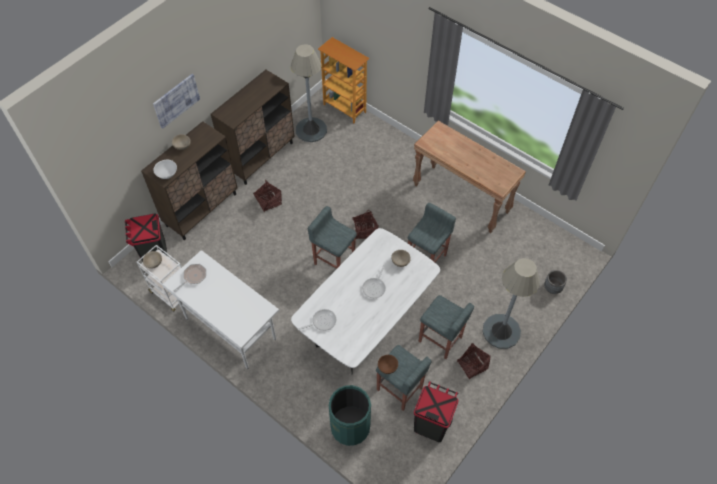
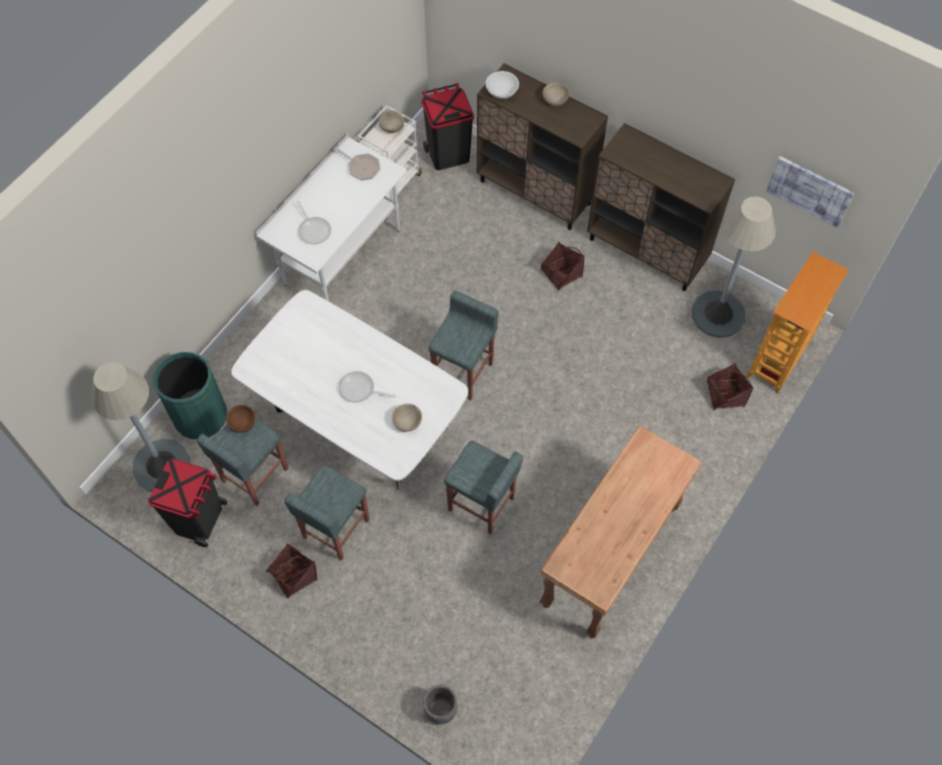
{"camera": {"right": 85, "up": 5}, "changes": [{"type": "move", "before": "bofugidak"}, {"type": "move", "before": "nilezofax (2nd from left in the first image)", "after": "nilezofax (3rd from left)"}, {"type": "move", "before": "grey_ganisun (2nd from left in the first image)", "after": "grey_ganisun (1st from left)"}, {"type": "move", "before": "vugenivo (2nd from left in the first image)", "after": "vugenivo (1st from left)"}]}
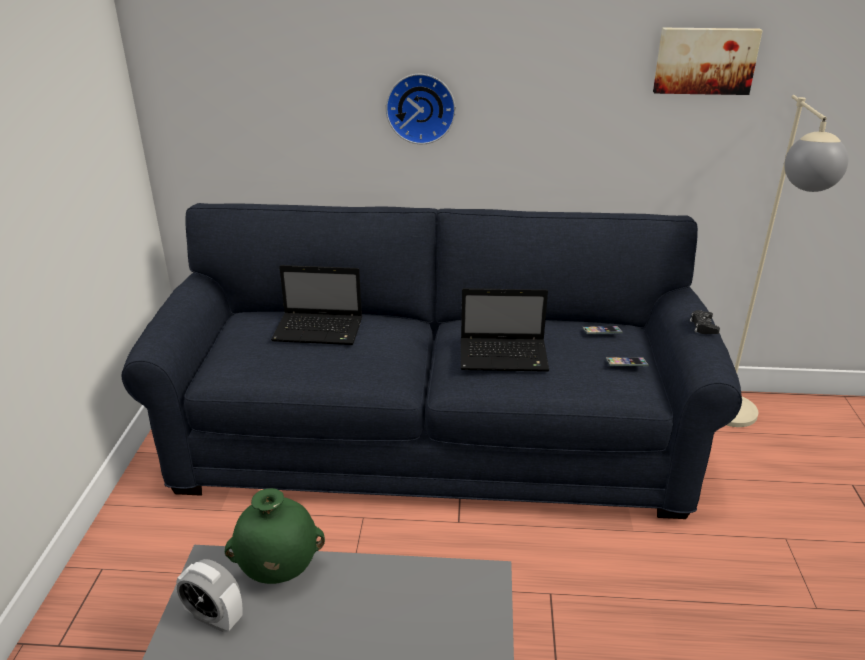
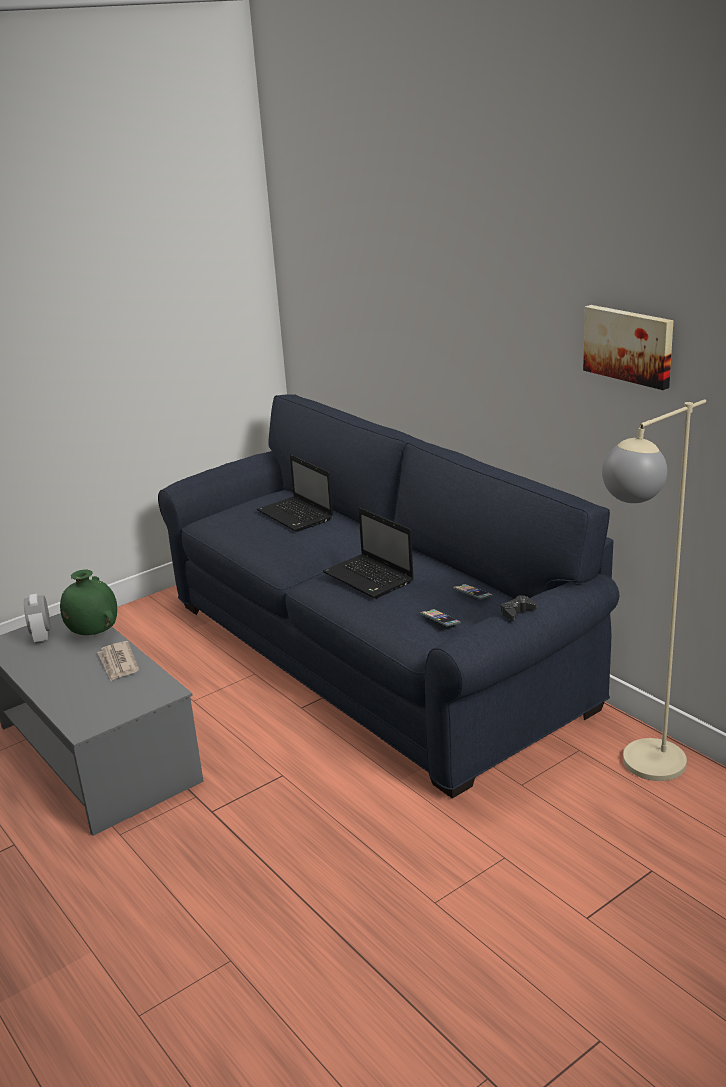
{"camera": {"right": 50, "up": -5}, "changes": [{"type": "delete", "before": "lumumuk"}, {"type": "insert", "after": "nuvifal"}]}
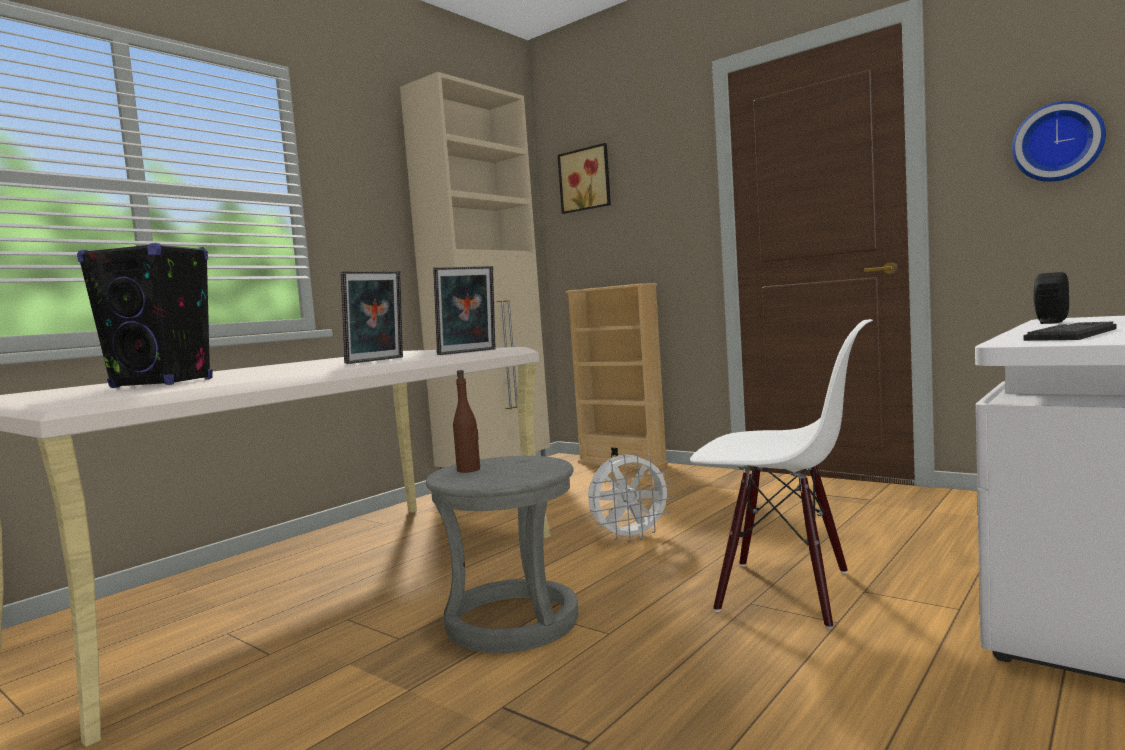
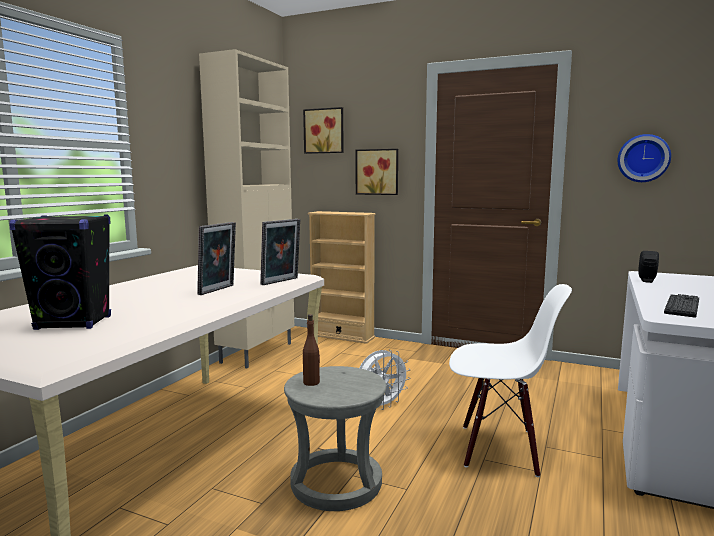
{"camera": {"right": -15, "up": 5}, "changes": [{"type": "insert", "after": "bofugidak (2nd from left)"}]}
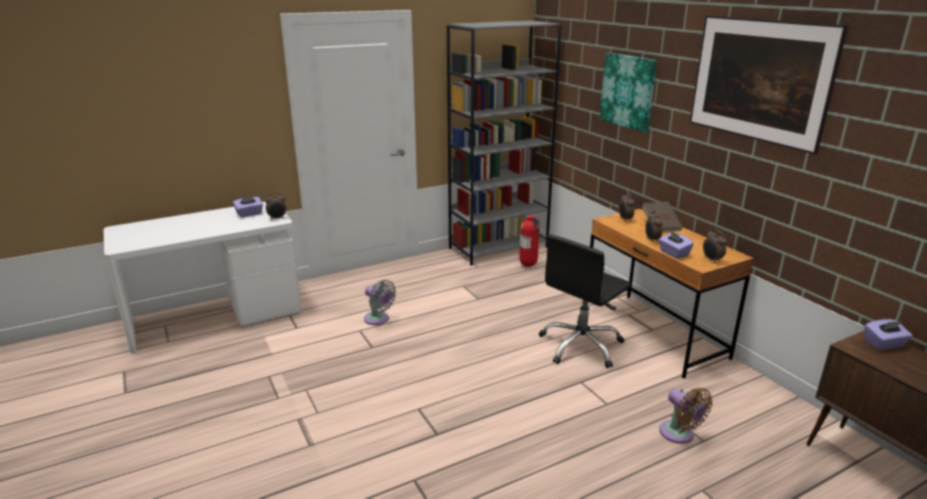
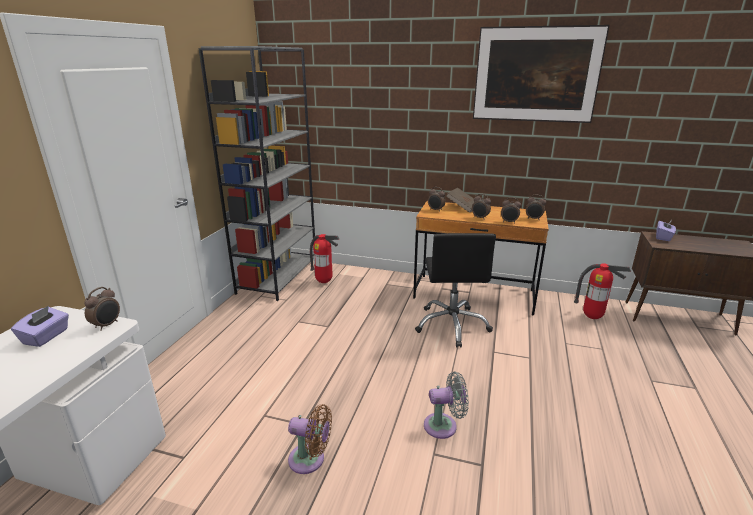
{"camera": {"right": -45, "up": 0}, "changes": [{"type": "delete", "before": "bofugidak (1st from left)"}, {"type": "replace", "before": "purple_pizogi (2nd from left)", "after": "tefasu (4th from left)"}, {"type": "move", "before": "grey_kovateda"}, {"type": "move", "before": "brown_kovateda"}, {"type": "insert", "after": "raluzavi (2nd from left)"}]}
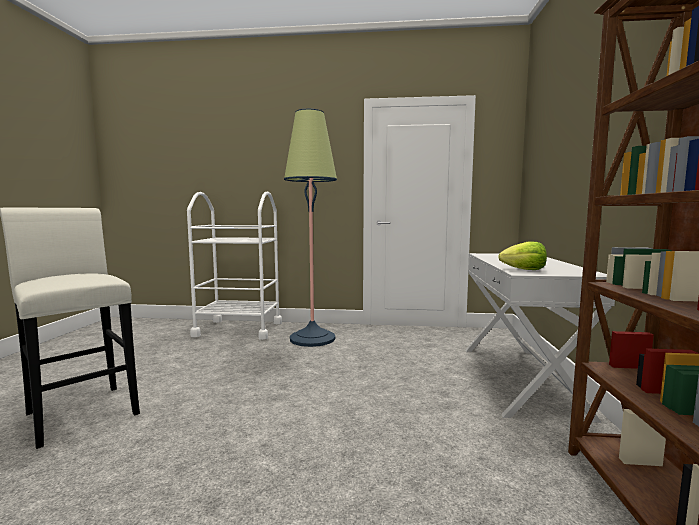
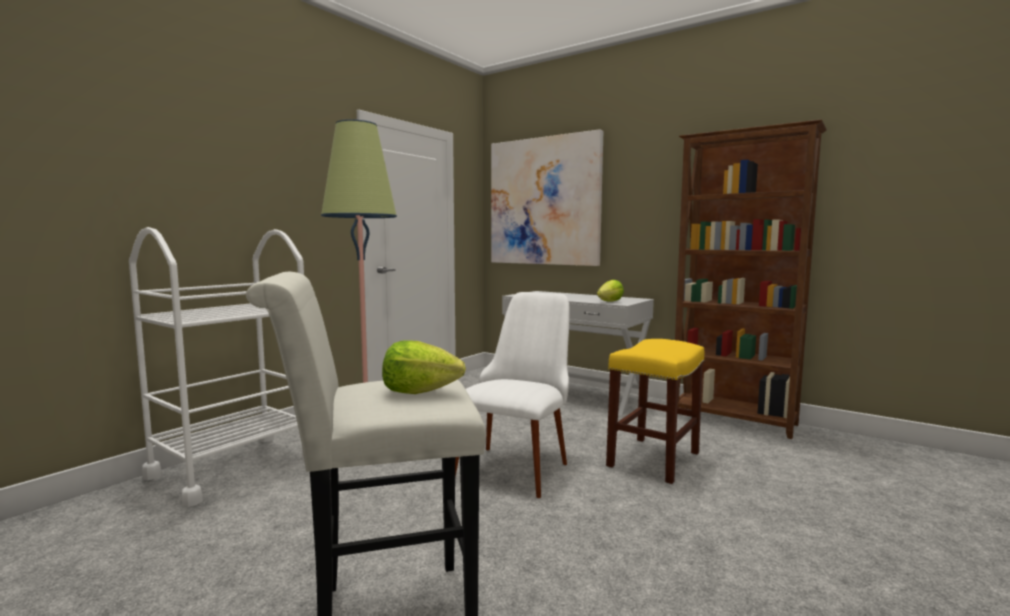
{"camera": {"right": -60, "up": 0}, "changes": [{"type": "insert", "after": "bofugidak"}, {"type": "insert", "after": "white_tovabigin"}, {"type": "insert", "after": "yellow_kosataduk"}, {"type": "insert", "after": "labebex (1st from left)"}]}
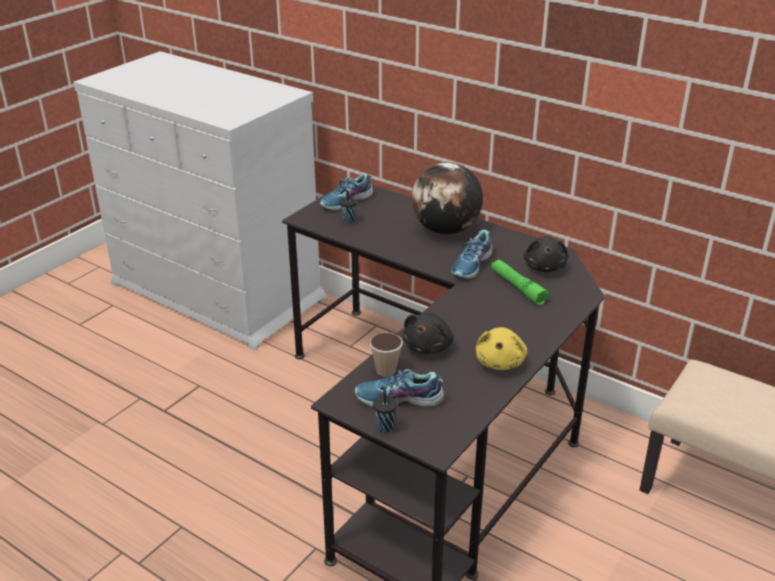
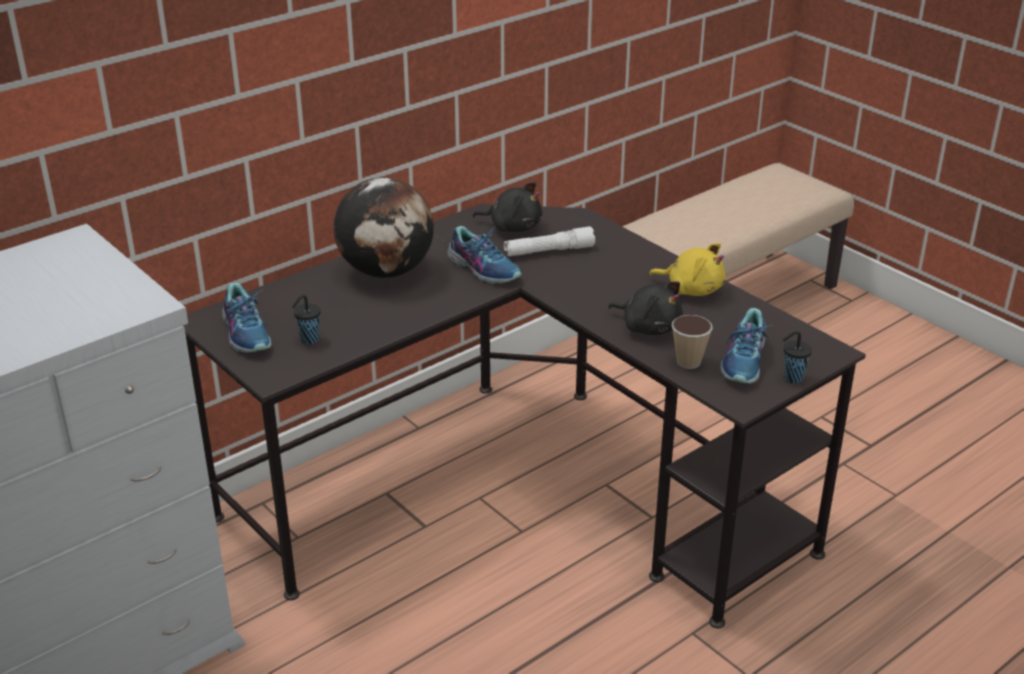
{"camera": {"right": -75, "up": 0}, "changes": [{"type": "recolor", "before": "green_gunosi", "after": "white_gunosi"}]}
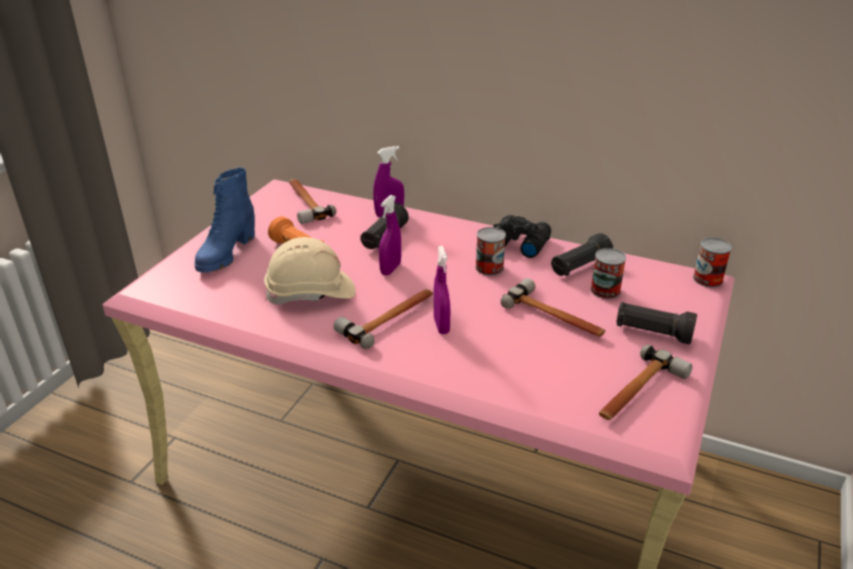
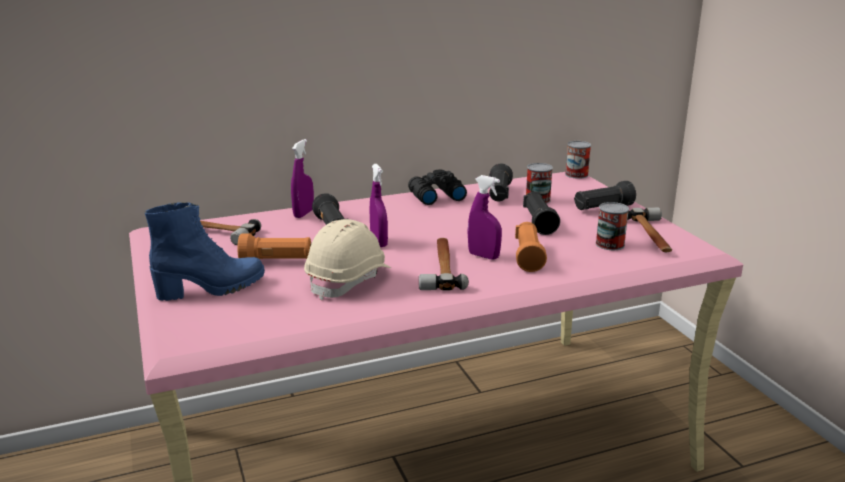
{"camera": {"right": -45, "up": -10}, "changes": [{"type": "rotate", "before": "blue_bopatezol", "turn": -90}, {"type": "move", "before": "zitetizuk (1st from left in the first image)", "after": "zitetizuk (3rd from left)"}, {"type": "replace", "before": "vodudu (3rd from left)", "after": "black_gunosi (3rd from left)"}, {"type": "insert", "after": "orange_gunosi (2nd from left)"}]}
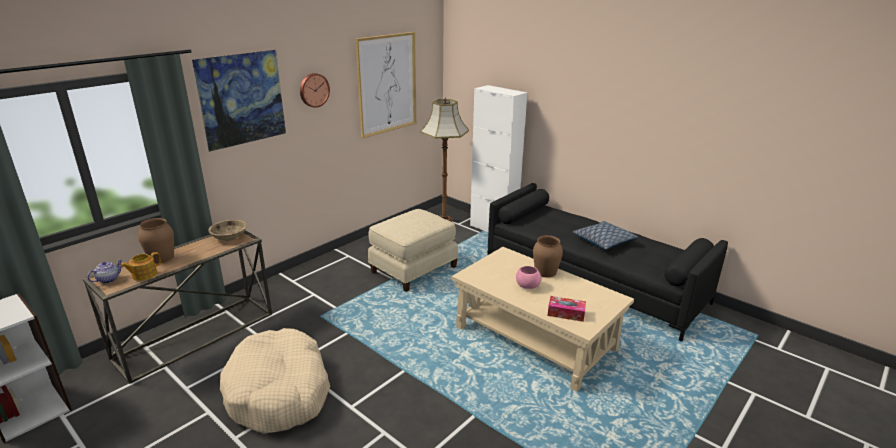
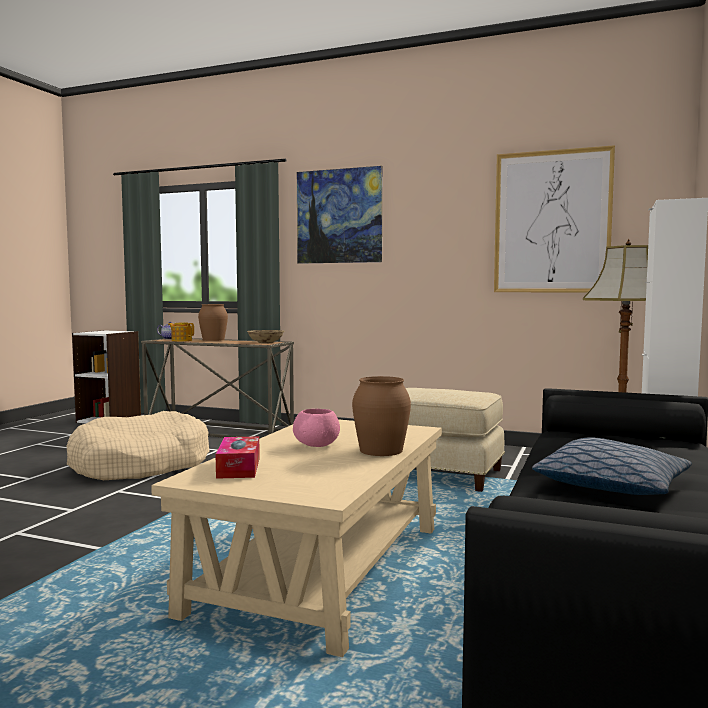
{"camera": {"right": 70, "up": -20}, "changes": [{"type": "delete", "before": "lumumuk"}]}
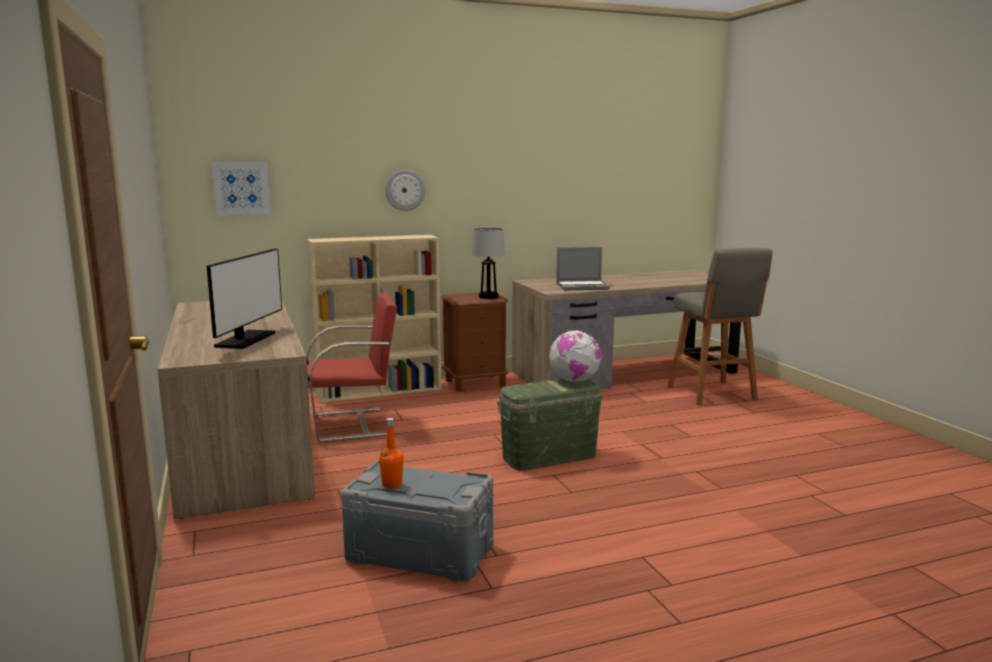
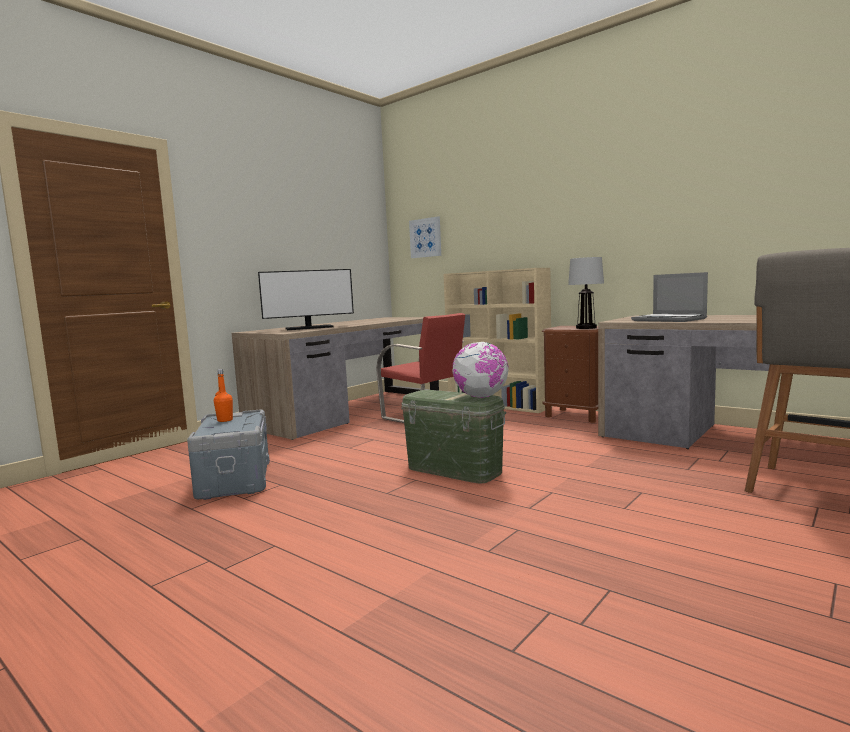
{"camera": {"right": 60, "up": -5}, "changes": [{"type": "delete", "before": "lumumuk"}]}
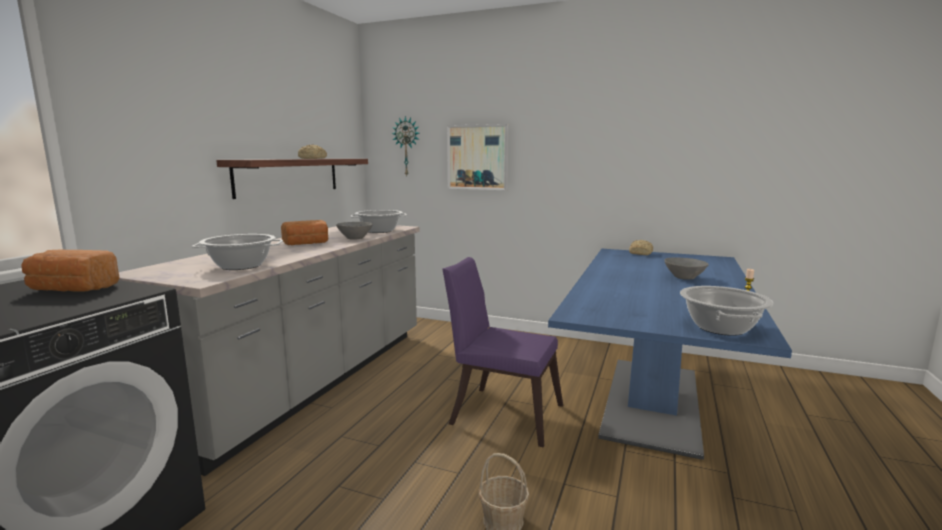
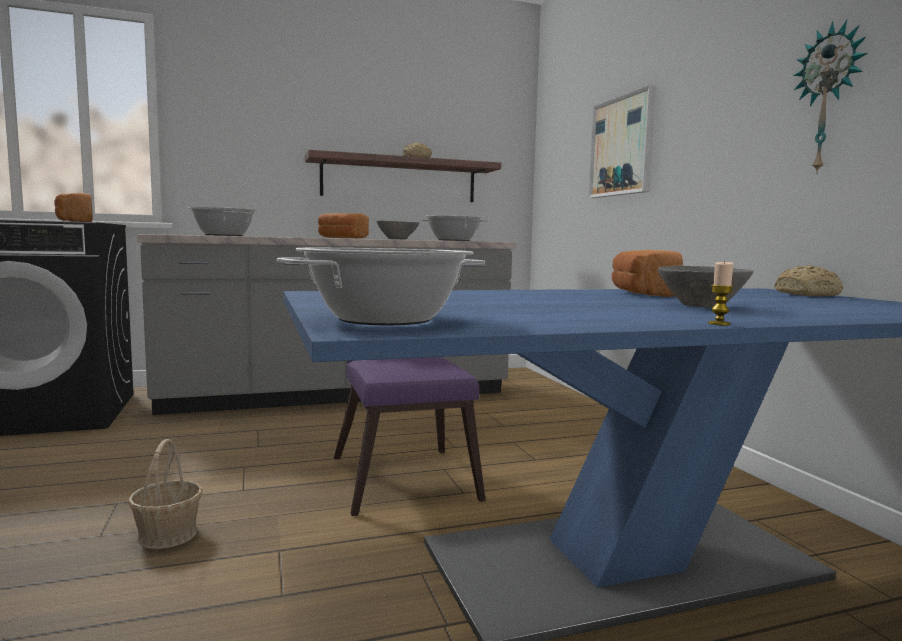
{"camera": {"right": 50, "up": -5}, "changes": [{"type": "move", "before": "lumumuk"}, {"type": "insert", "after": "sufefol (4th from left)"}]}
